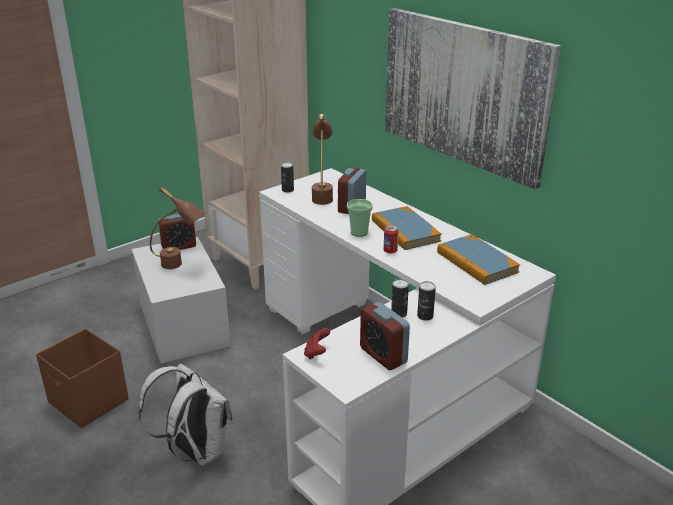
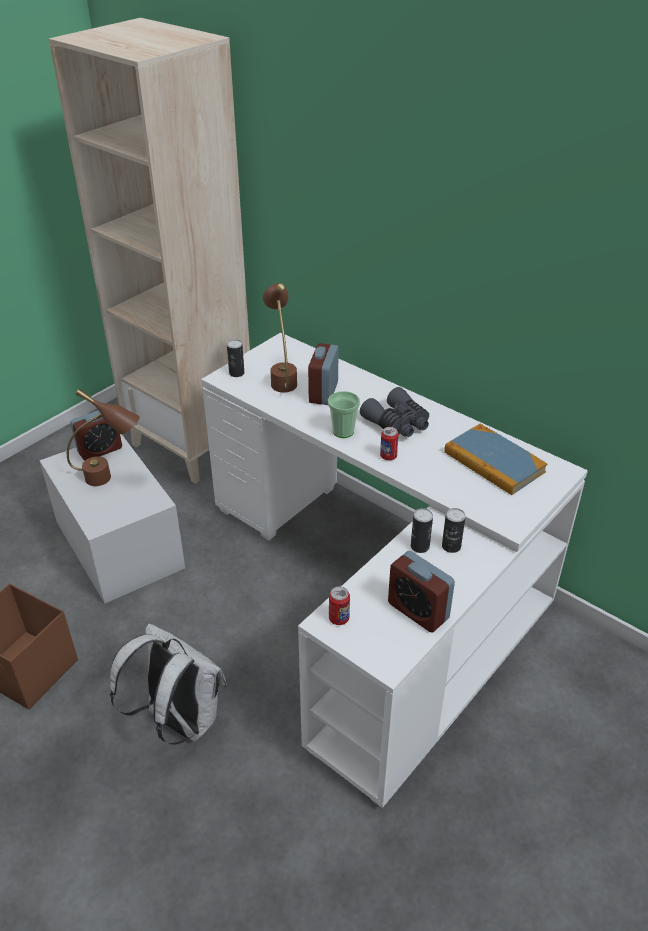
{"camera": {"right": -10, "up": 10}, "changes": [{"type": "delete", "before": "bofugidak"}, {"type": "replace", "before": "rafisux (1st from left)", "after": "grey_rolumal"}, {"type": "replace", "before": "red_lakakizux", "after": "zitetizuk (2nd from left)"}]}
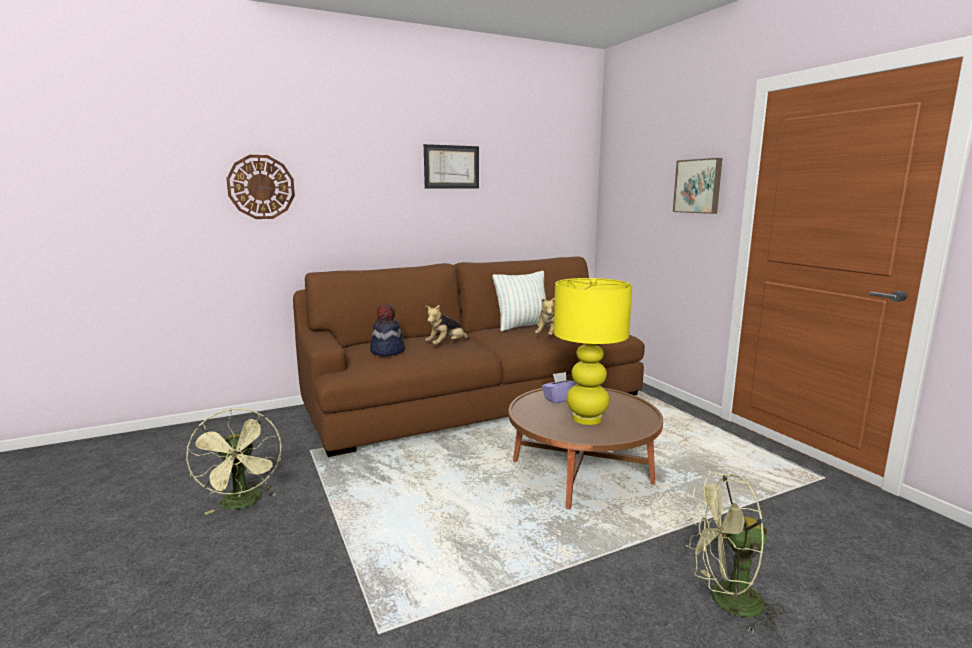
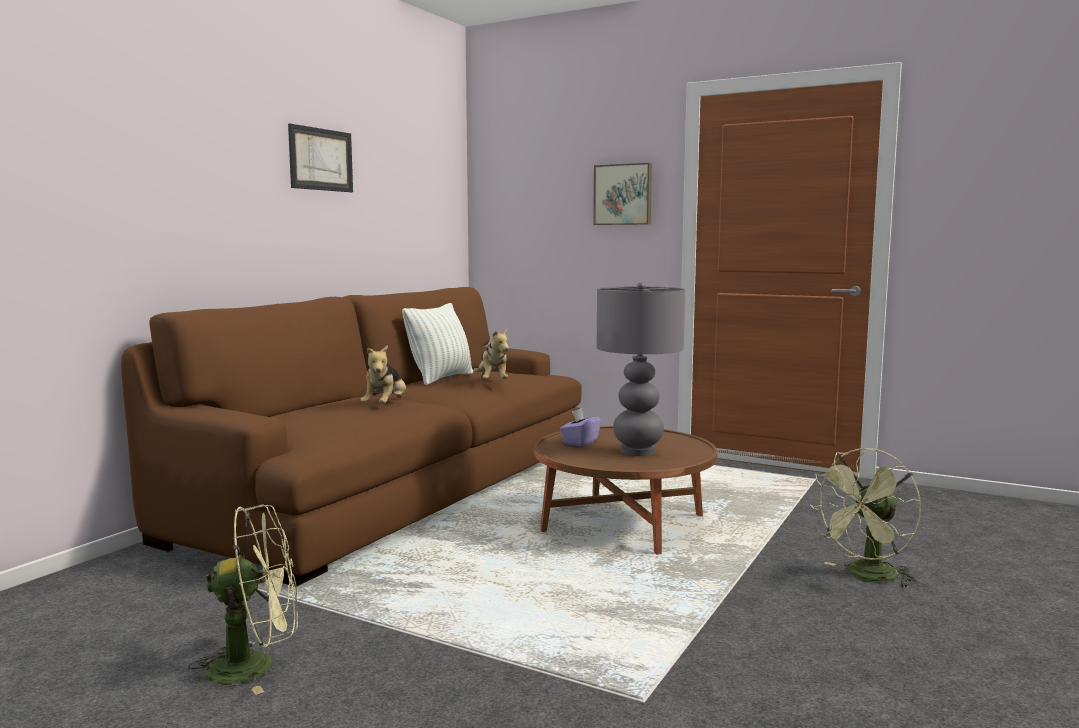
{"camera": {"right": -35, "up": -5}, "changes": [{"type": "delete", "before": "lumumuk"}, {"type": "recolor", "before": "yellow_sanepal", "after": "grey_sanepal"}, {"type": "delete", "before": "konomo"}, {"type": "rotate", "before": "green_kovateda (1st from left)", "turn": -45}]}
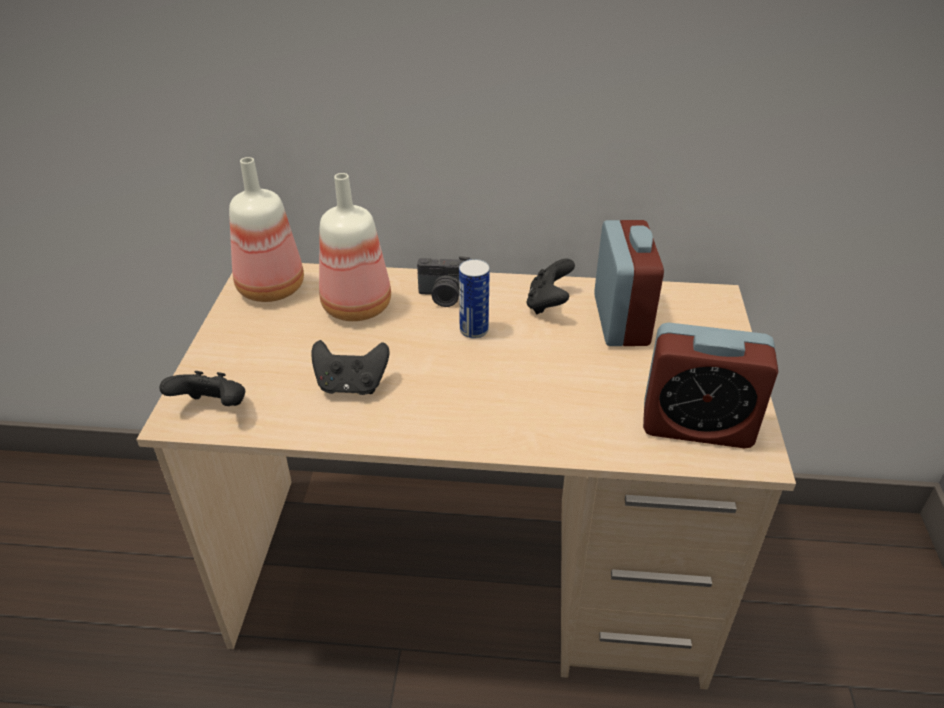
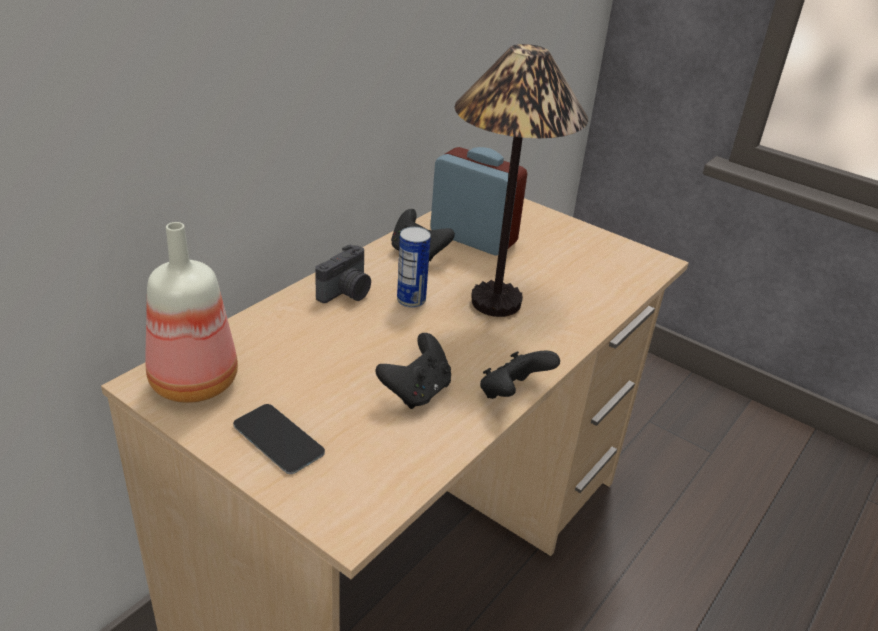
{"camera": {"right": -60, "up": -5}, "changes": [{"type": "delete", "before": "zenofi (2nd from left)"}, {"type": "delete", "before": "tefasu (2nd from left)"}, {"type": "move", "before": "black_lakakizux (1st from left in the first image)", "after": "black_lakakizux (3rd from left)"}, {"type": "insert", "after": "sanepal"}, {"type": "insert", "after": "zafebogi"}]}
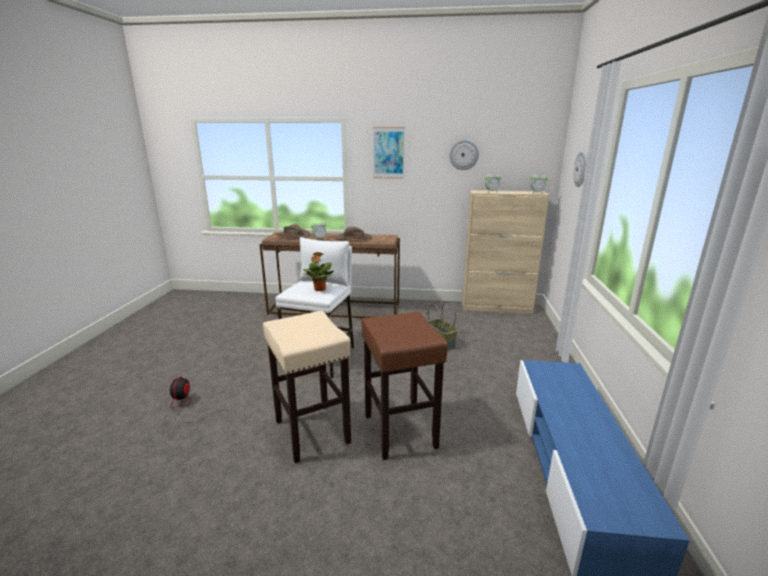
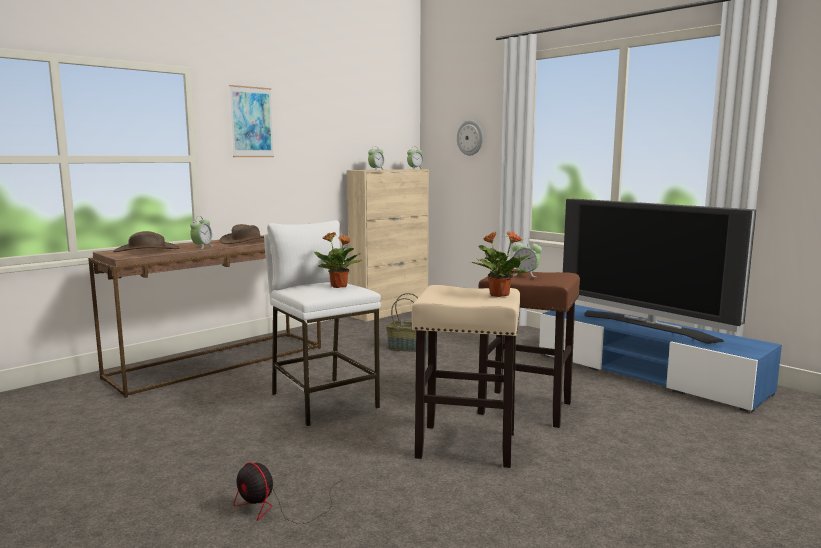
{"camera": {"right": -50, "up": -10}, "changes": [{"type": "delete", "before": "lumumuk (1st from left)"}, {"type": "insert", "after": "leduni"}, {"type": "insert", "after": "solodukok (2nd from left)"}, {"type": "insert", "after": "tefasu (4th from left)"}]}
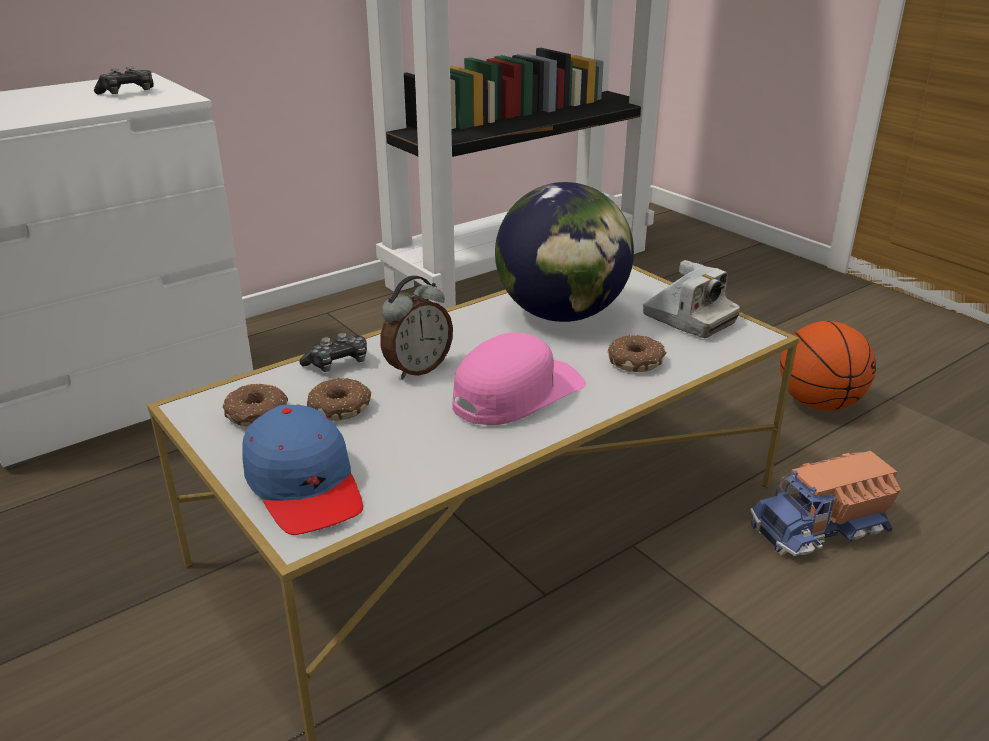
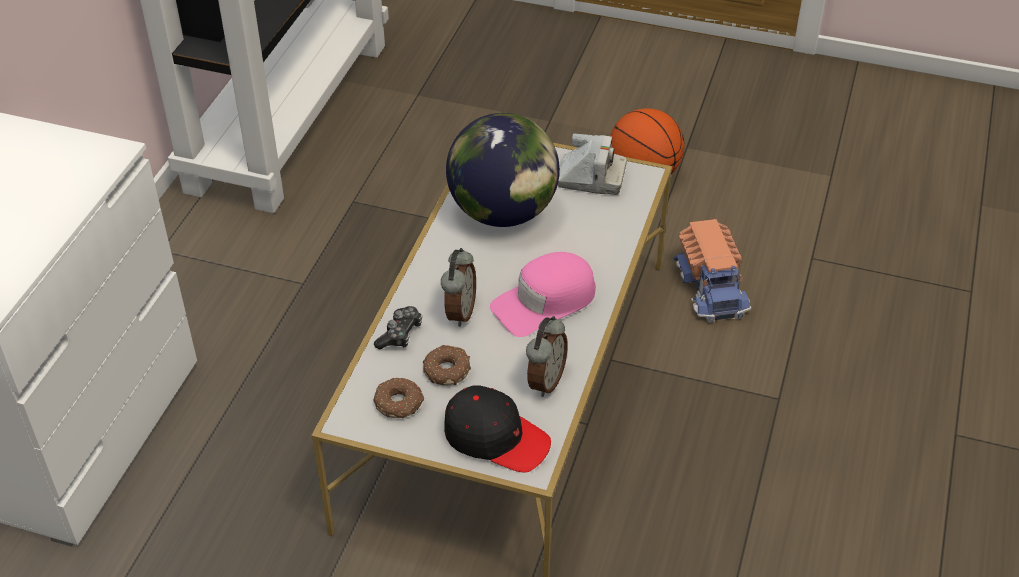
{"camera": {"right": -35, "up": 15}, "changes": [{"type": "delete", "before": "lakakizux (1st from left)"}, {"type": "rotate", "before": "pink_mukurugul", "turn": -135}, {"type": "delete", "before": "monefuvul (3rd from left)"}, {"type": "recolor", "before": "blue_mukurugul", "after": "black_mukurugul"}, {"type": "rotate", "before": "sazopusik", "turn": -45}, {"type": "insert", "after": "tefasu (2nd from left)"}]}
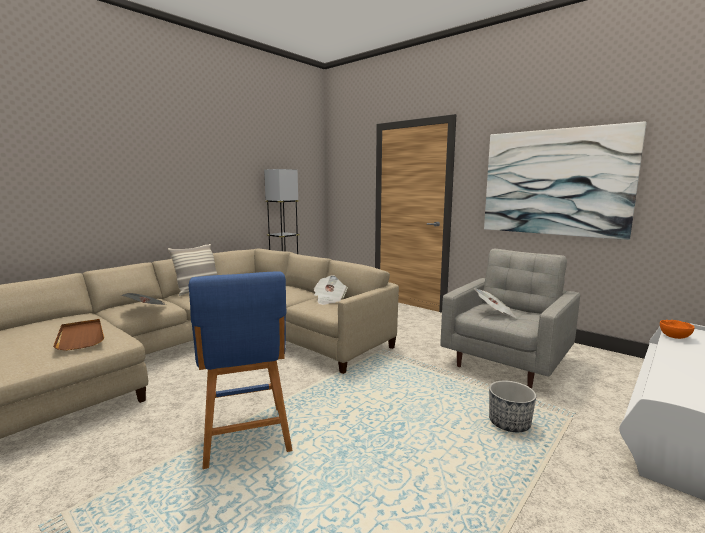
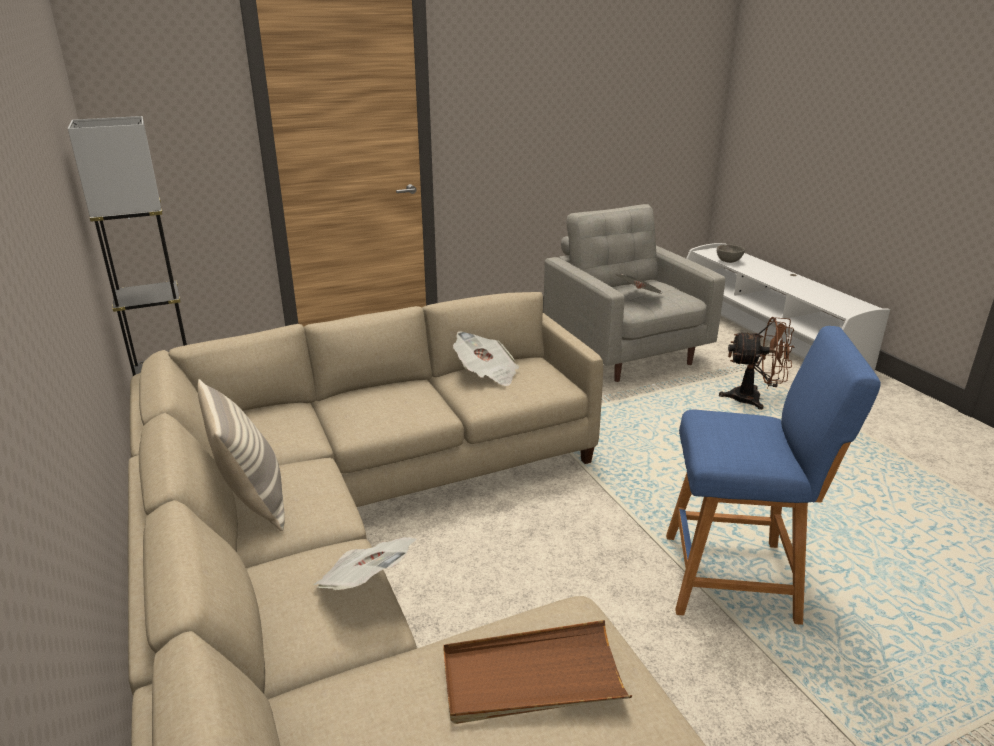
{"camera": {"right": -65, "up": 15}, "changes": [{"type": "delete", "before": "bofugidak"}, {"type": "recolor", "before": "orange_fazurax", "after": "grey_fazurax"}, {"type": "replace", "before": "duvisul", "after": "brown_kovateda"}]}
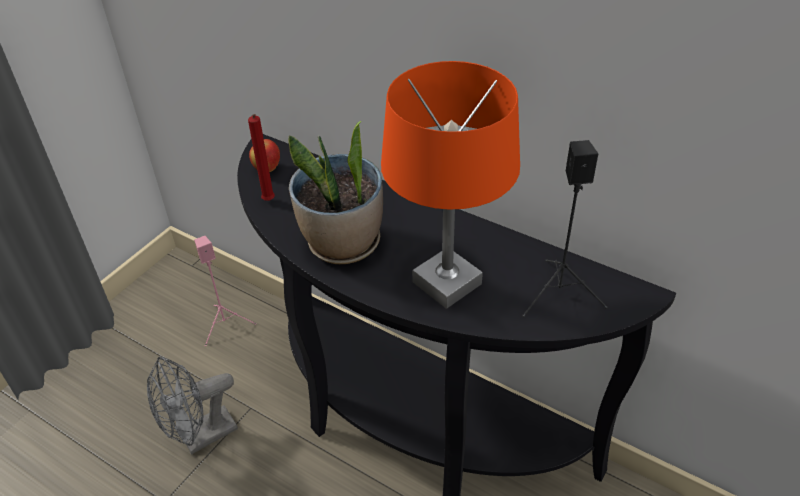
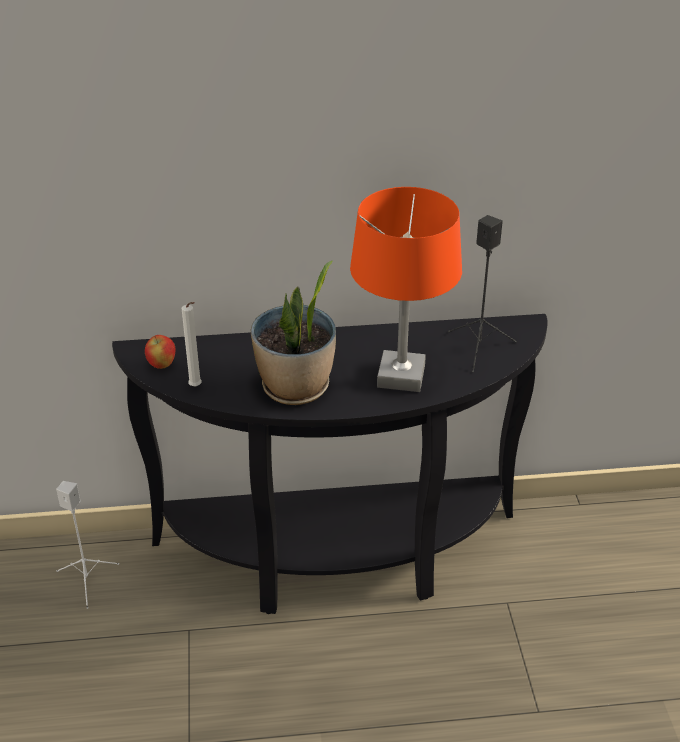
{"camera": {"right": -40, "up": -5}, "changes": [{"type": "recolor", "before": "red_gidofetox", "after": "white_gidofetox"}, {"type": "recolor", "before": "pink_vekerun", "after": "white_vekerun"}, {"type": "delete", "before": "grey_kovateda"}]}
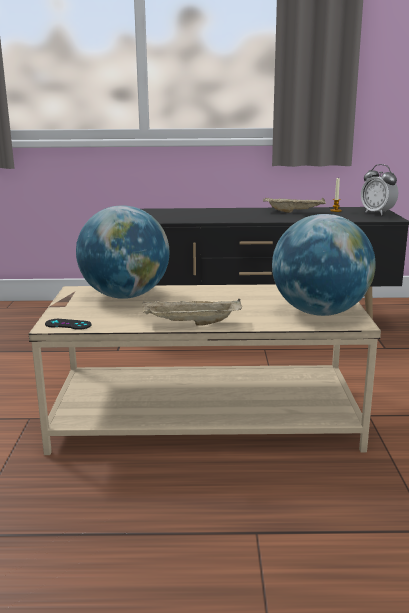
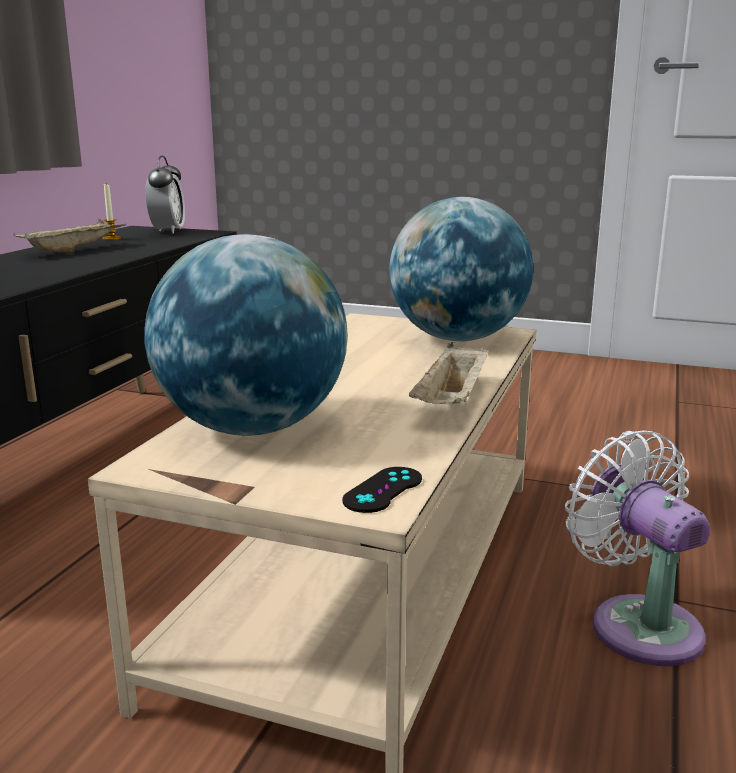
{"camera": {"right": -70, "up": 0}, "changes": [{"type": "rotate", "before": "tefasu", "turn": -75}, {"type": "insert", "after": "white_kovateda"}]}
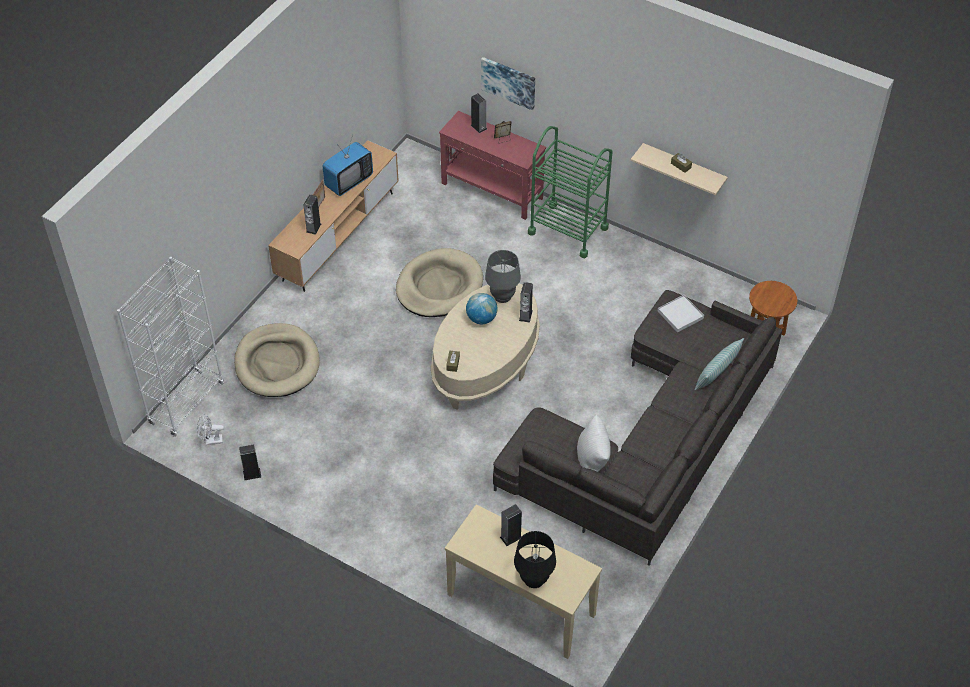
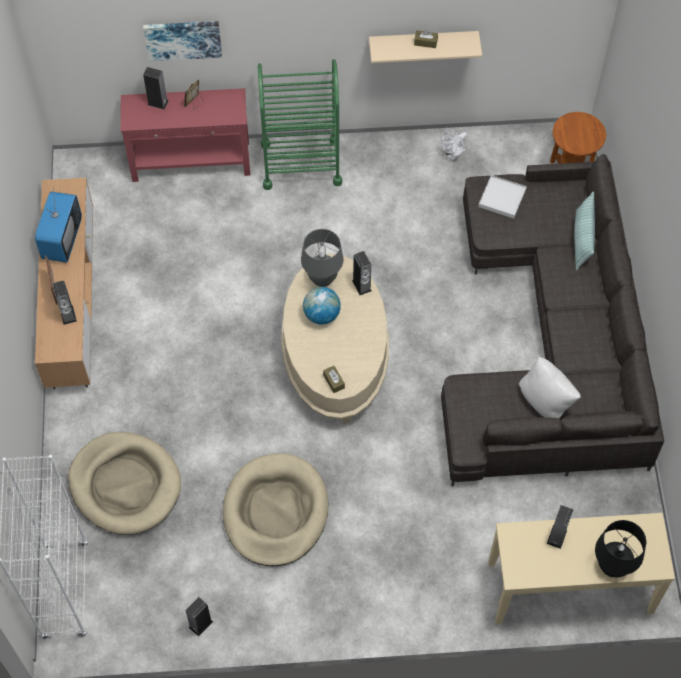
{"camera": {"right": -35, "up": 10}, "changes": [{"type": "move", "before": "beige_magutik (2nd from left)"}, {"type": "move", "before": "white_kovateda"}]}
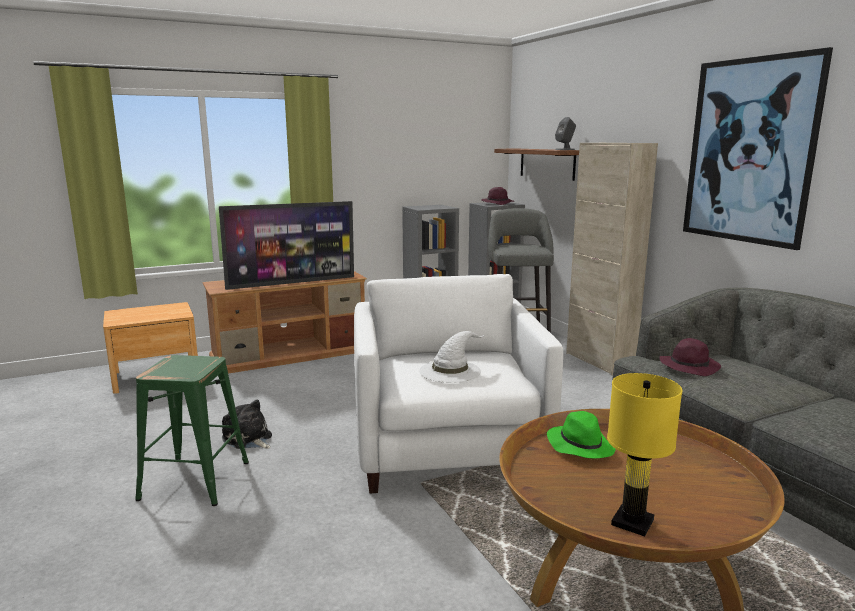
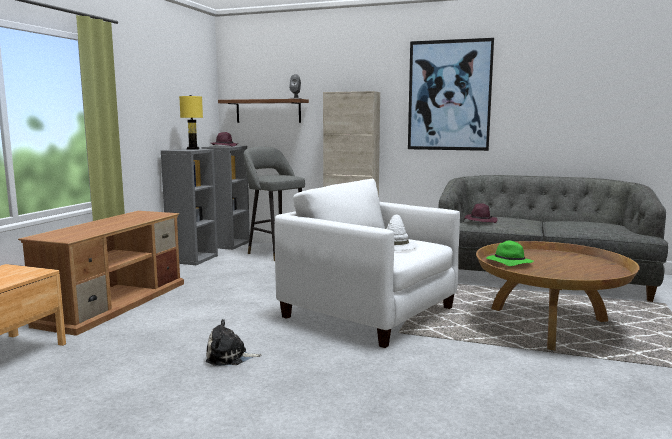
{"camera": {"right": -45, "up": -5}, "changes": [{"type": "delete", "before": "leduni"}, {"type": "delete", "before": "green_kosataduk"}, {"type": "move", "before": "yellow_sanepal"}]}
